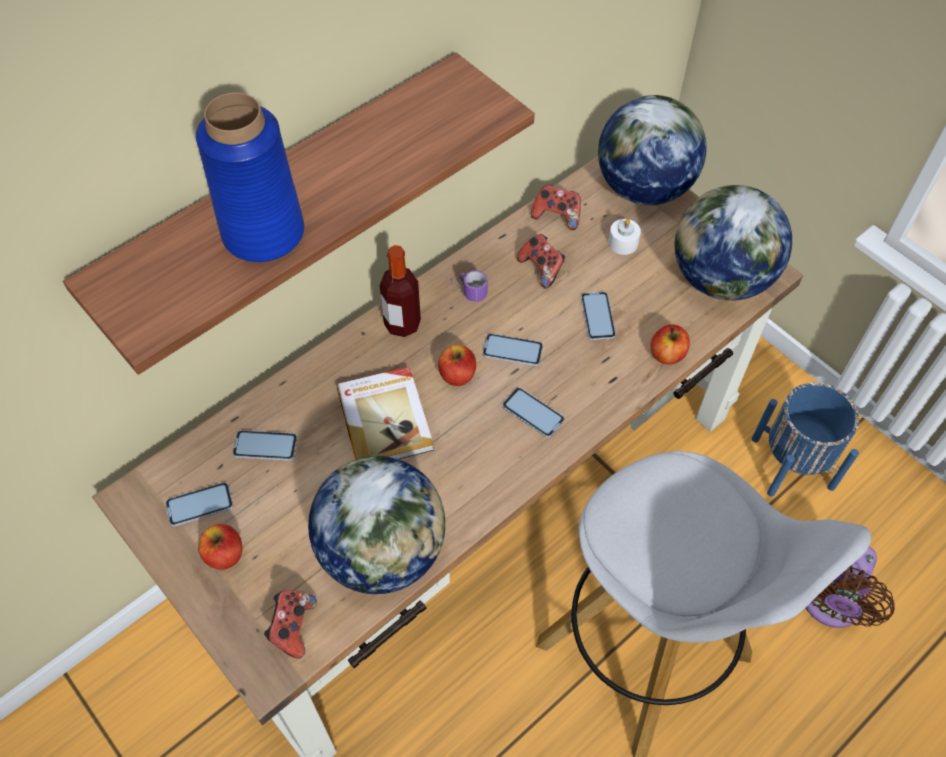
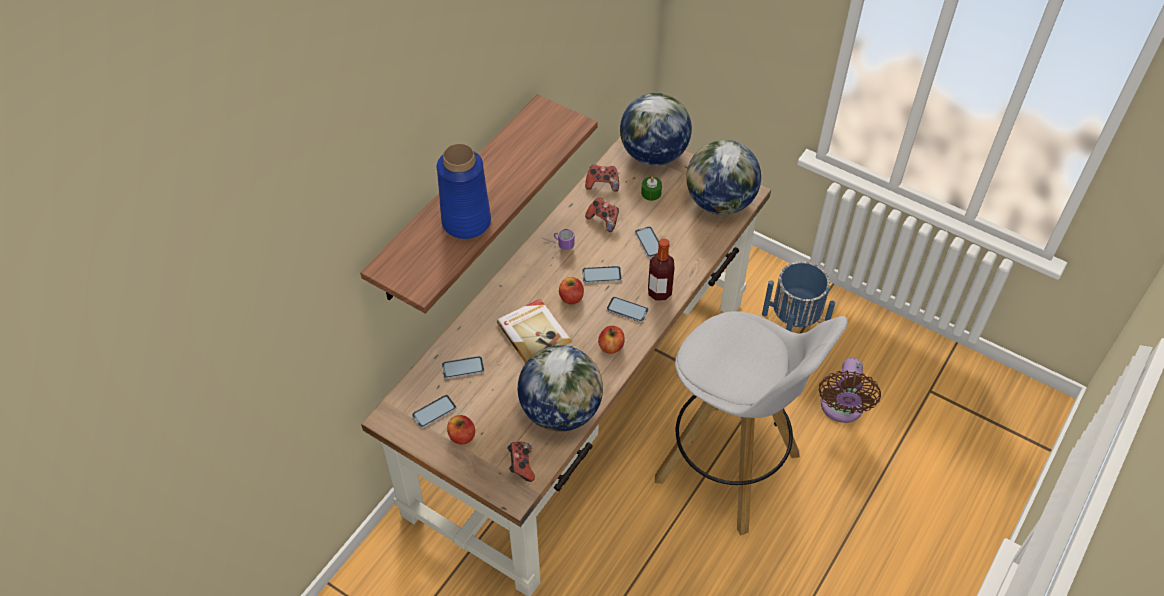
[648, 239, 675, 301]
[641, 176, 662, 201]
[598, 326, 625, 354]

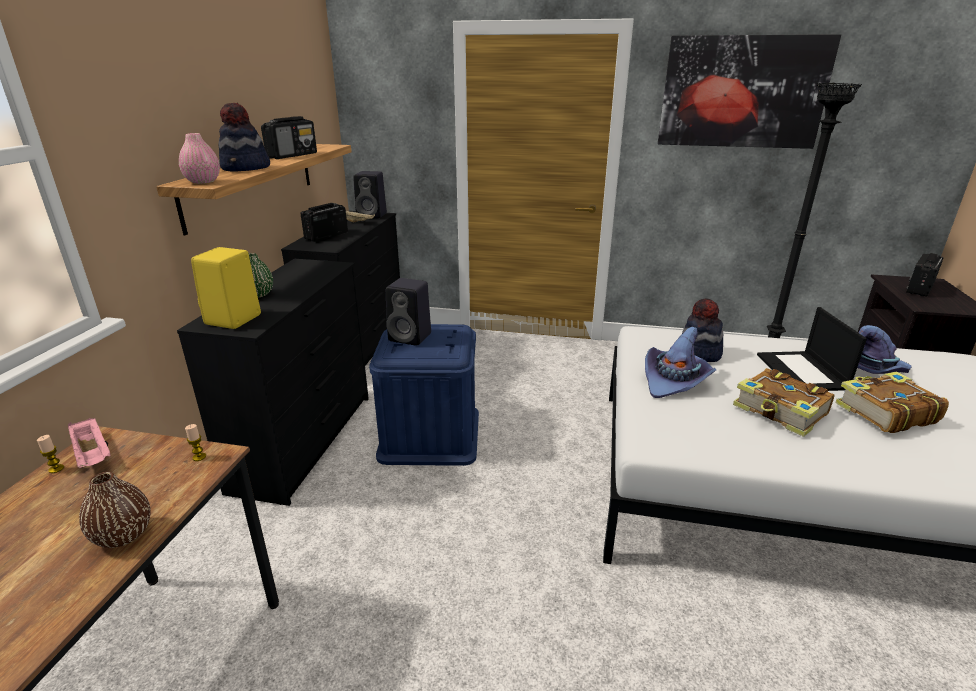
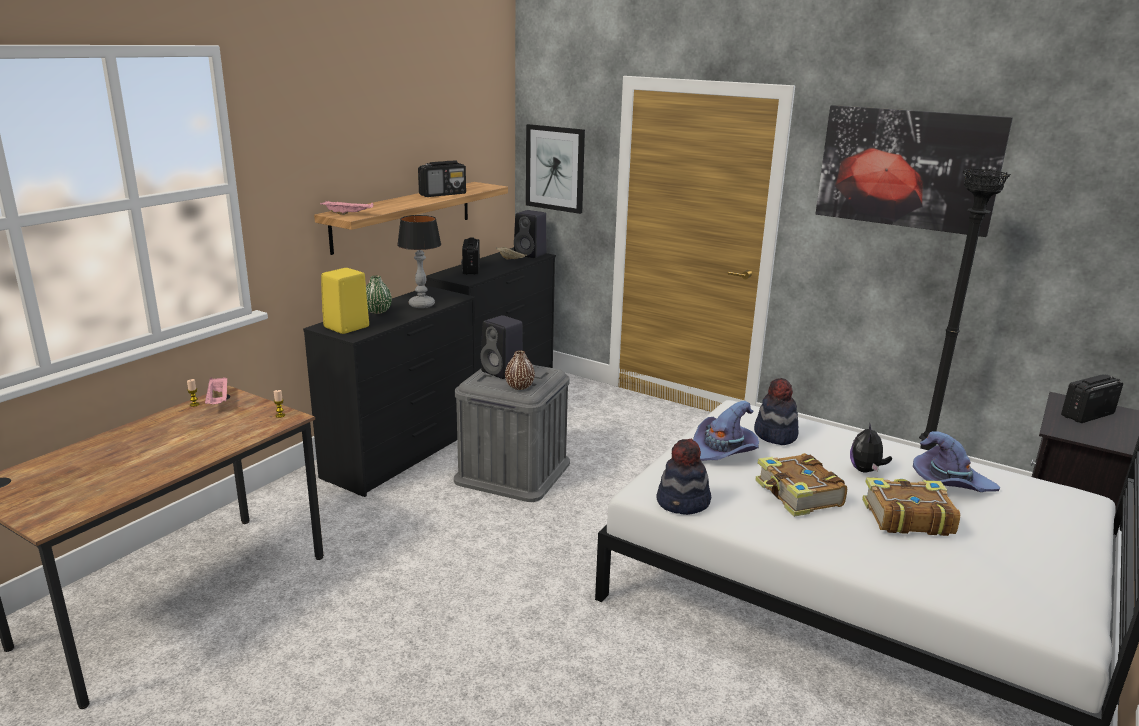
[505, 350, 535, 390]
[320, 201, 374, 215]
[657, 439, 711, 515]
[461, 237, 480, 275]
[454, 365, 570, 502]
[850, 422, 892, 473]
[397, 215, 441, 308]
[526, 124, 585, 214]

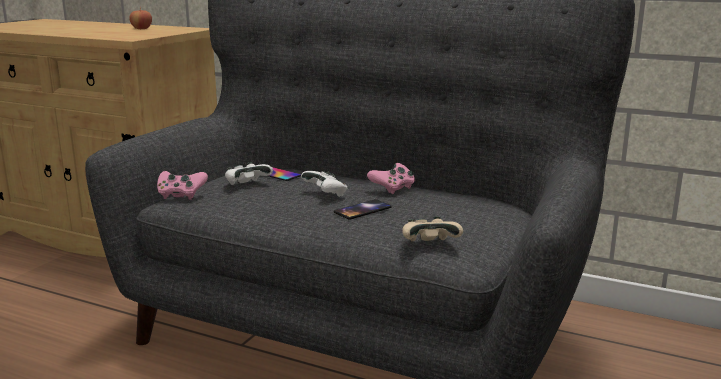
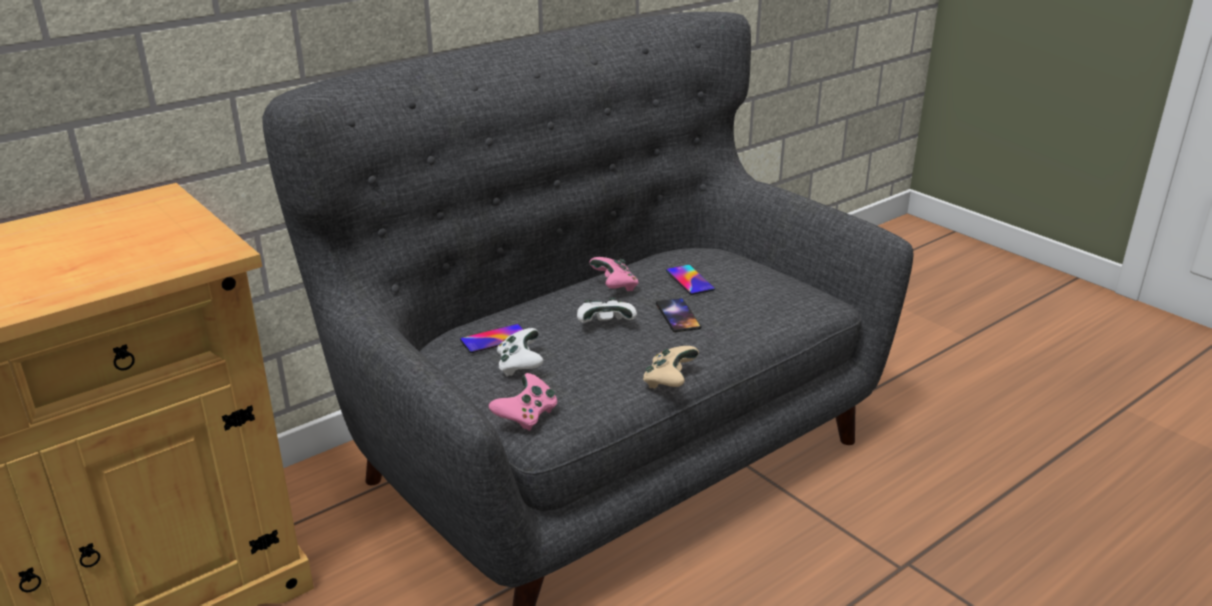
[129, 7, 152, 29] (first image)
[643, 346, 699, 389]
[666, 265, 715, 295]

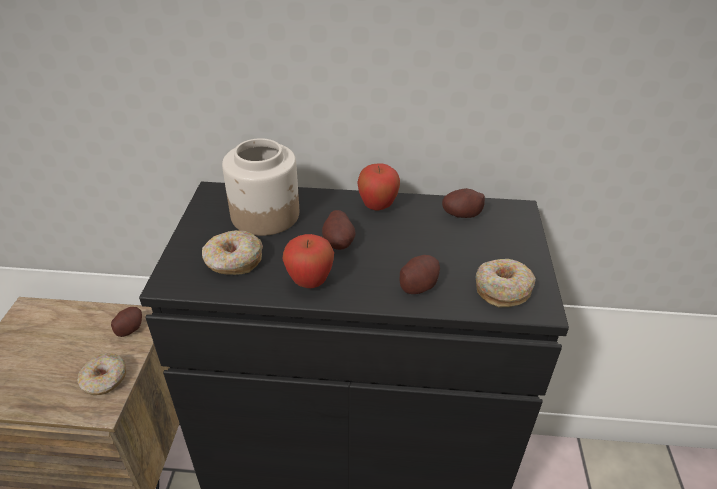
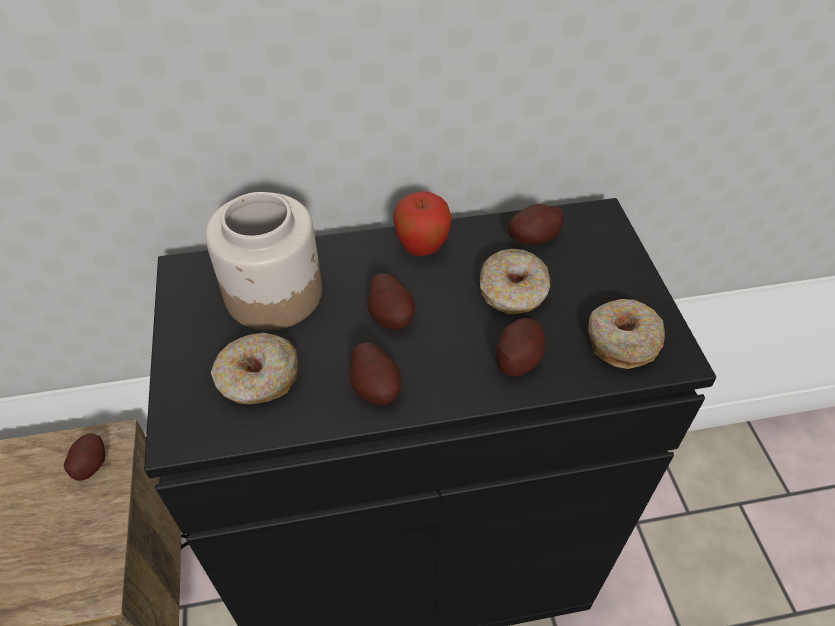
[480, 249, 550, 314]
[349, 343, 401, 405]

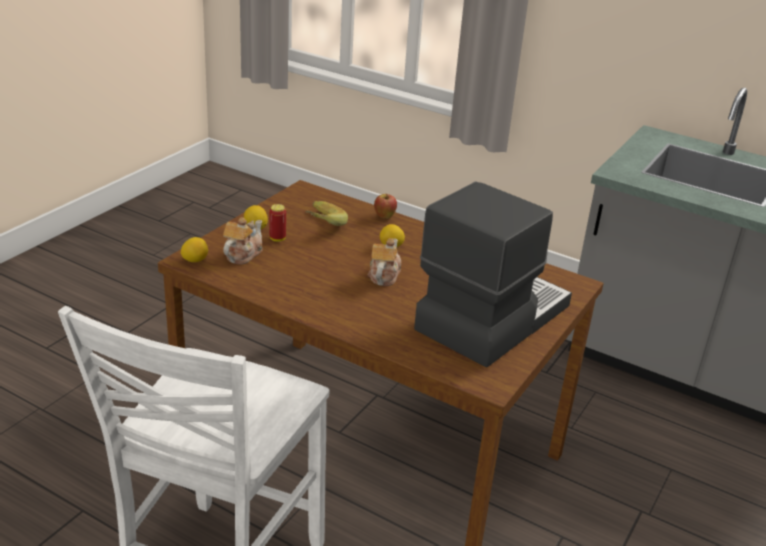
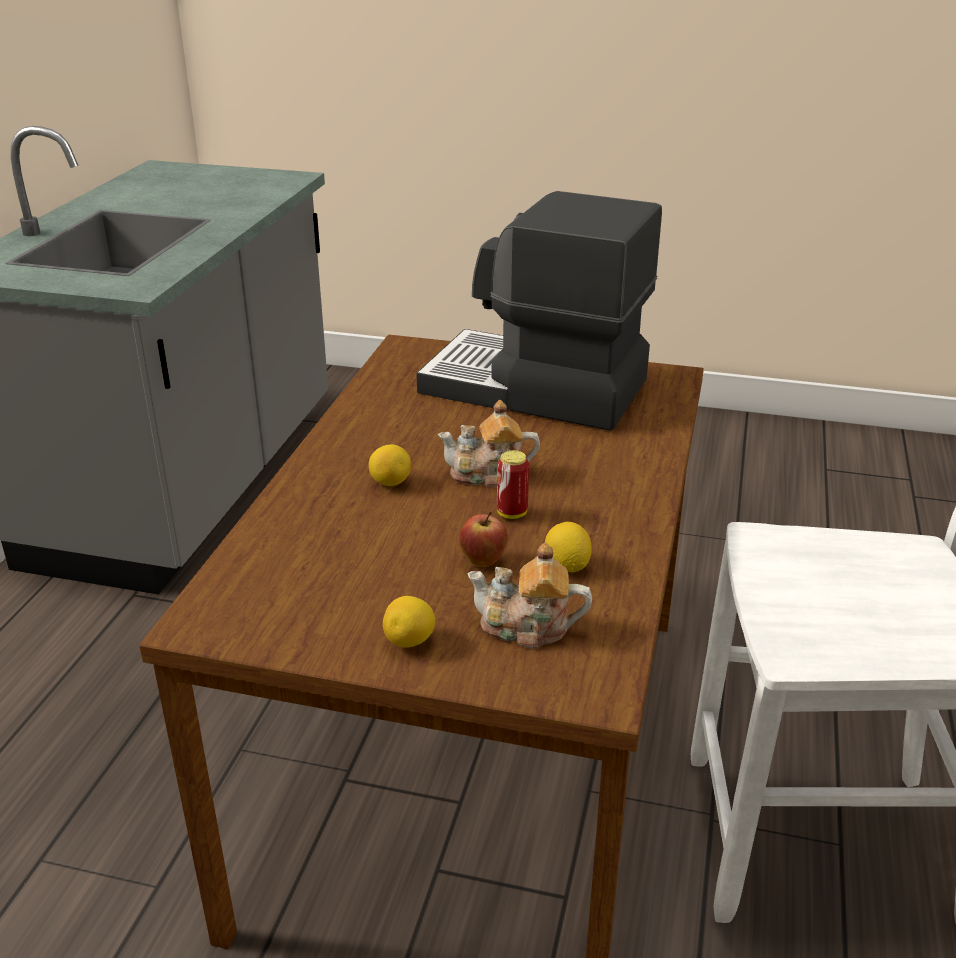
[545, 522, 592, 573]
[497, 450, 529, 519]
[305, 201, 348, 226] (first image)
[459, 512, 508, 567]

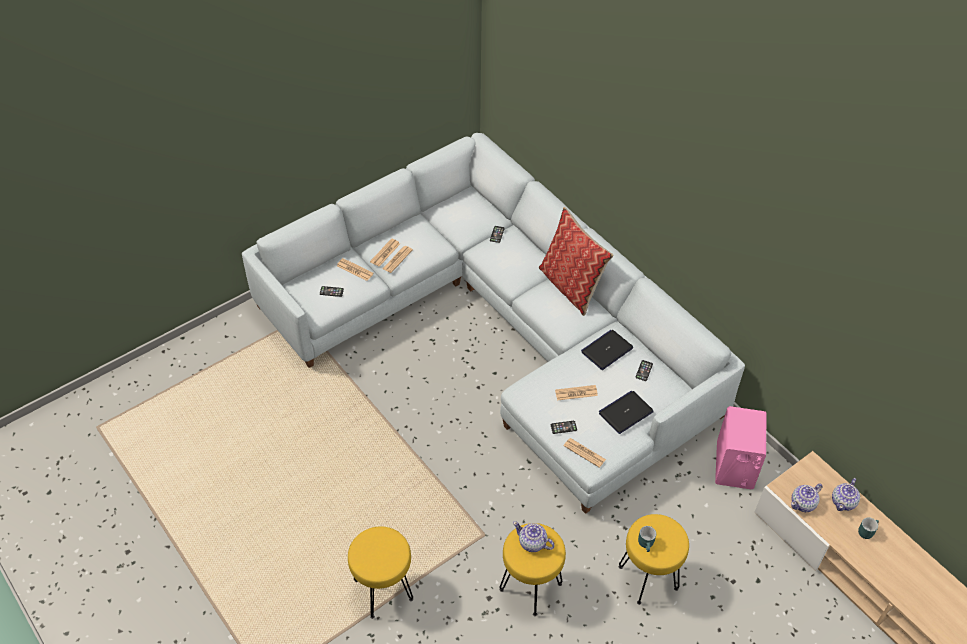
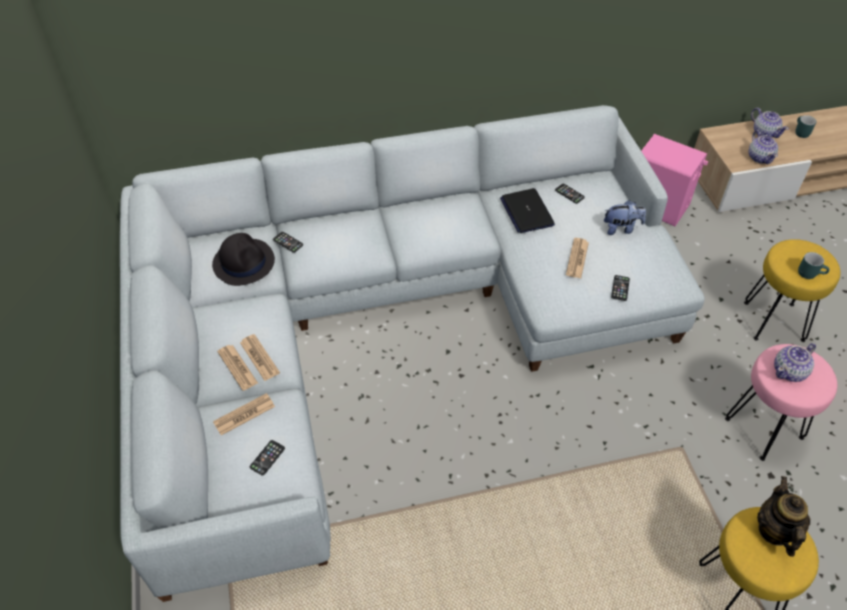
[725, 344, 837, 461]
[539, 207, 614, 316] (first image)
[564, 438, 606, 468] (first image)
[604, 200, 646, 235]
[212, 233, 275, 286]
[757, 476, 810, 557]

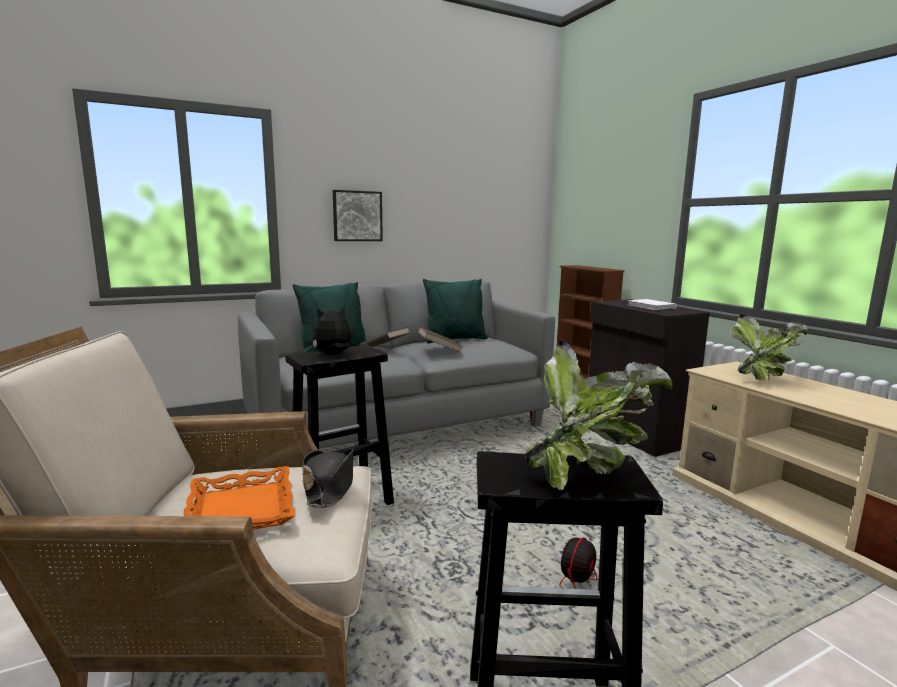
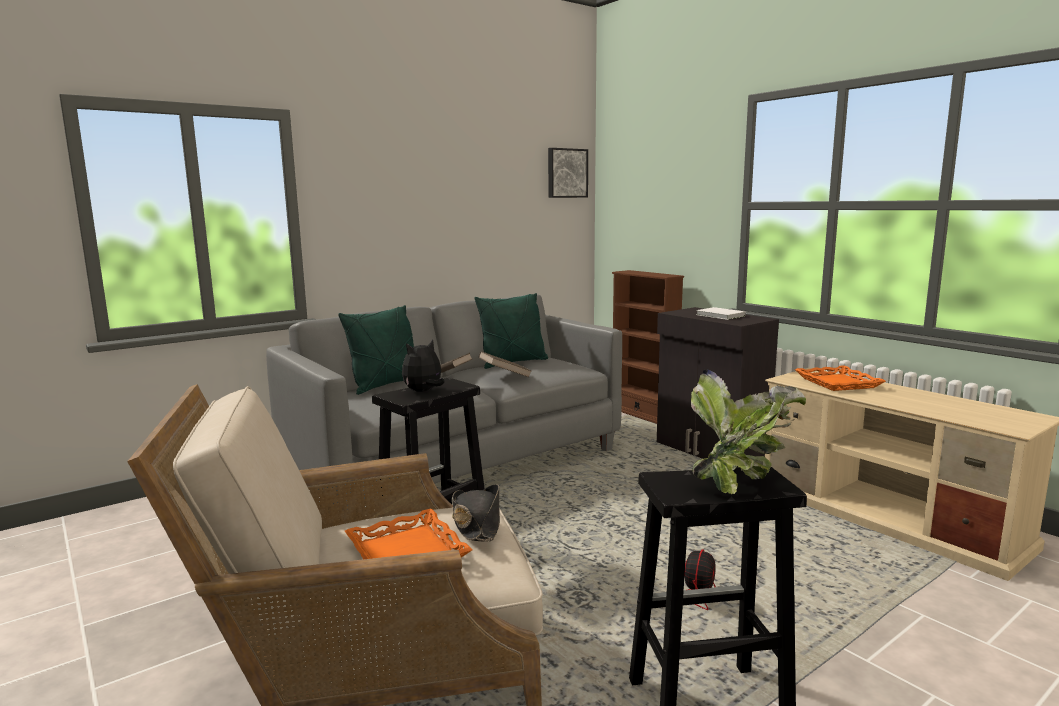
[548, 148, 588, 198]
[795, 365, 886, 391]

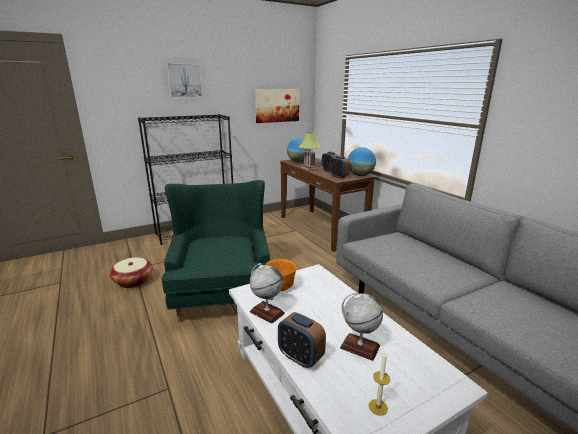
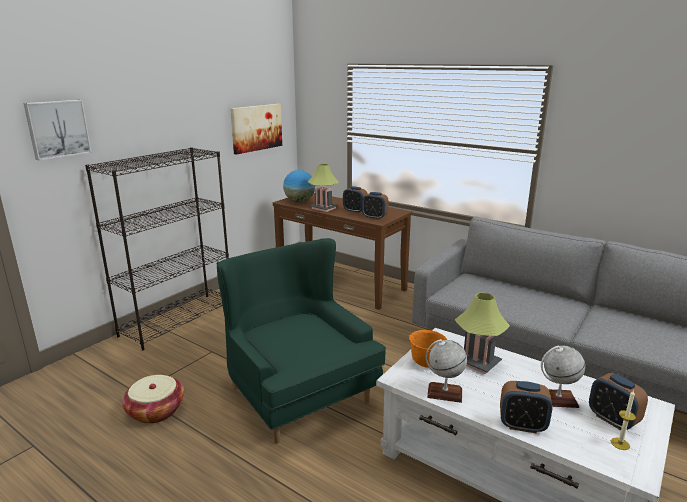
[23, 100, 92, 160]
[348, 147, 376, 176] (first image)
[455, 293, 510, 374]
[589, 373, 648, 430]

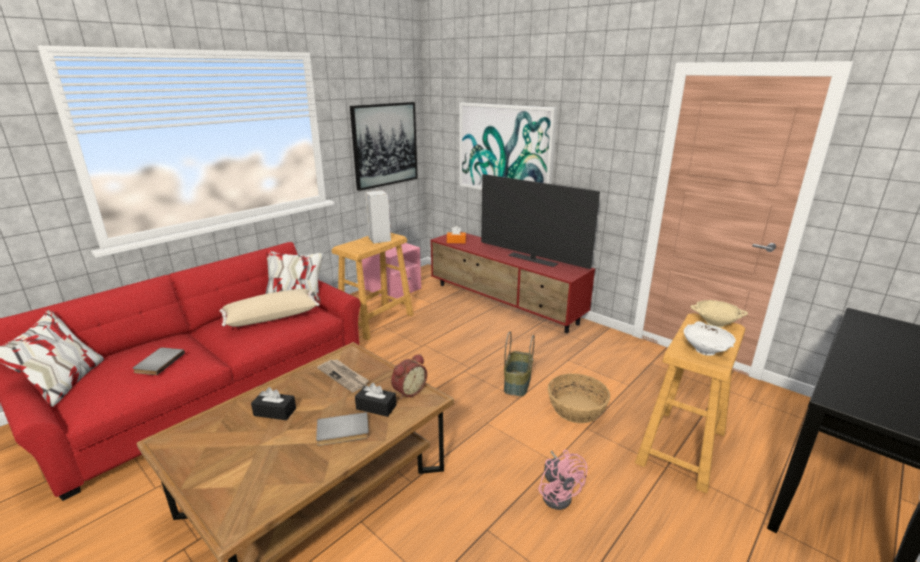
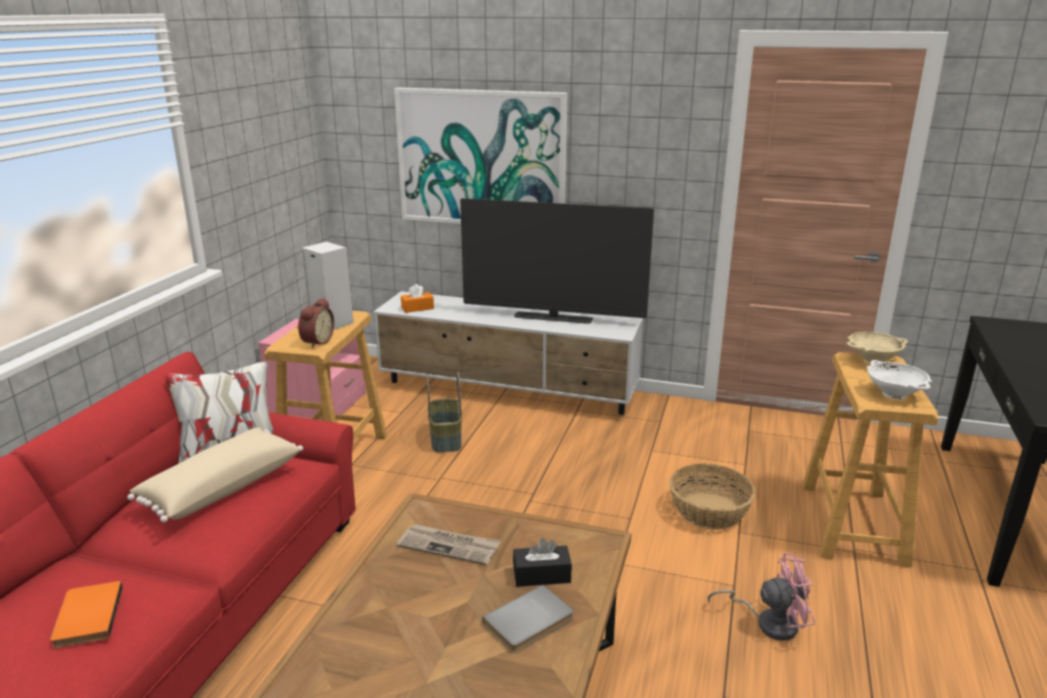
[50, 581, 123, 648]
[251, 387, 296, 420] (first image)
[350, 102, 418, 191] (first image)
[298, 298, 334, 348]
[374, 291, 644, 415]
[427, 372, 462, 453]
[708, 553, 815, 641]

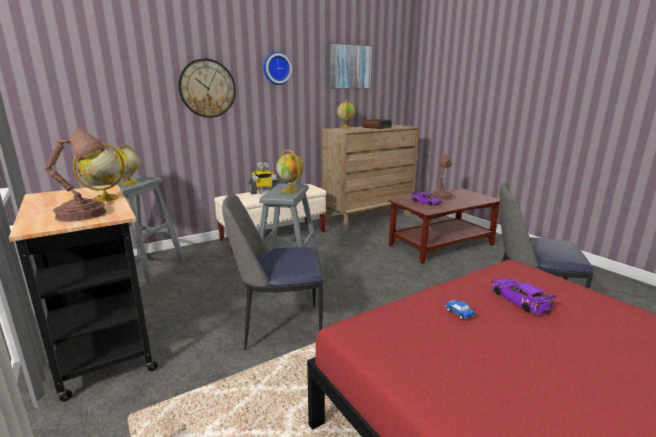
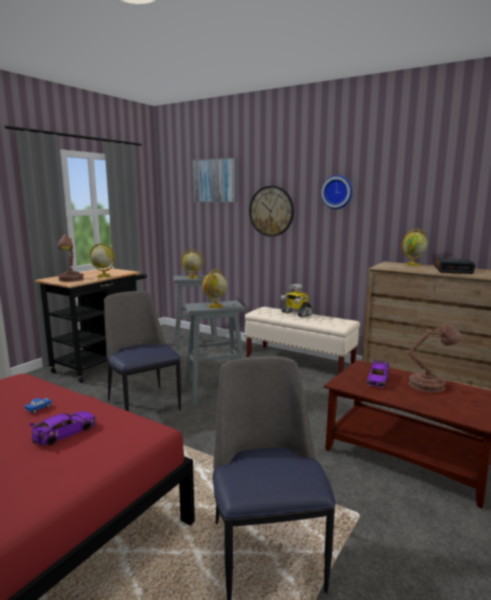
[192, 158, 237, 203]

